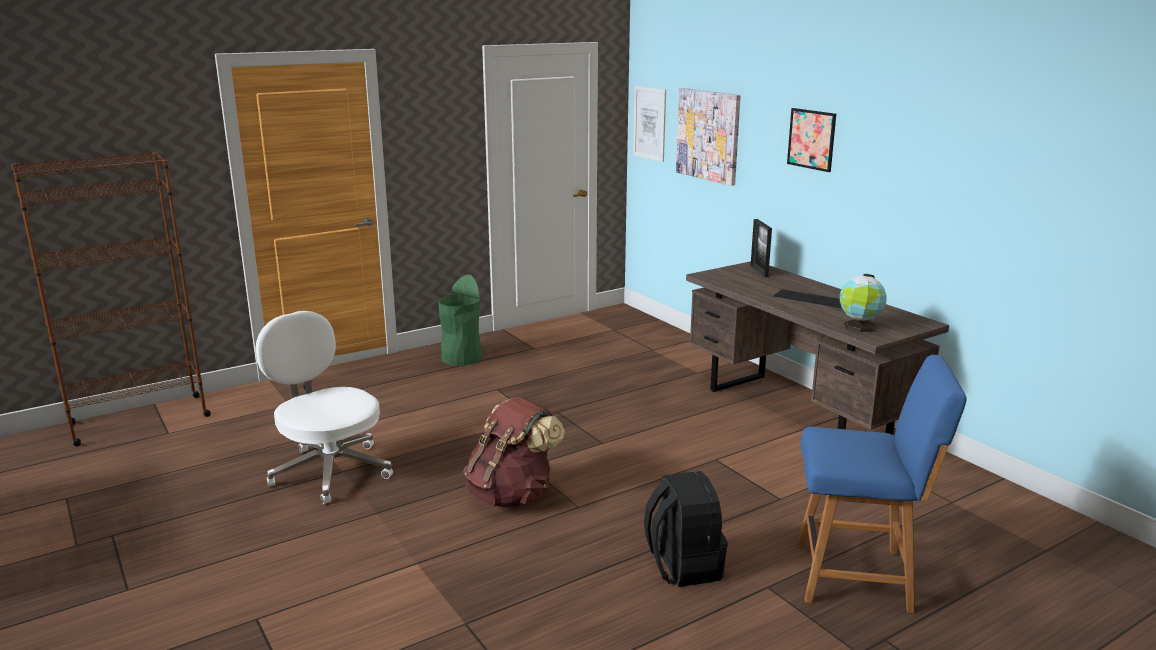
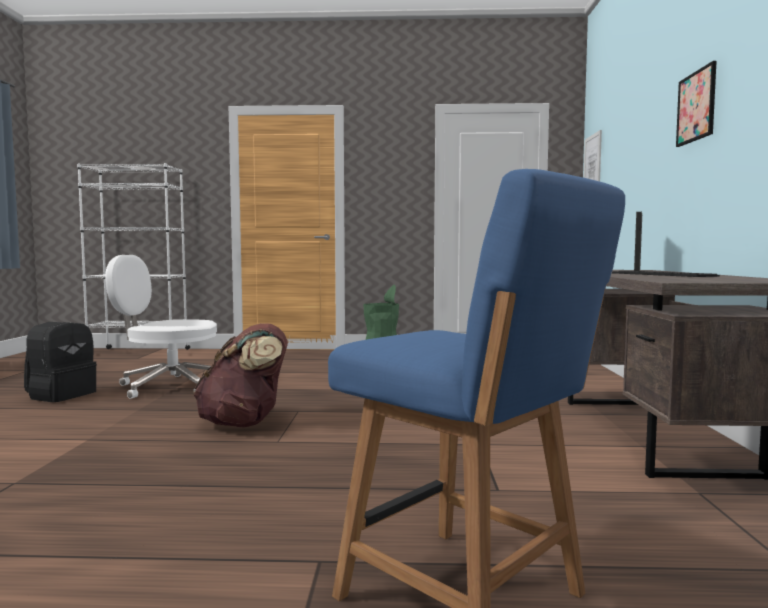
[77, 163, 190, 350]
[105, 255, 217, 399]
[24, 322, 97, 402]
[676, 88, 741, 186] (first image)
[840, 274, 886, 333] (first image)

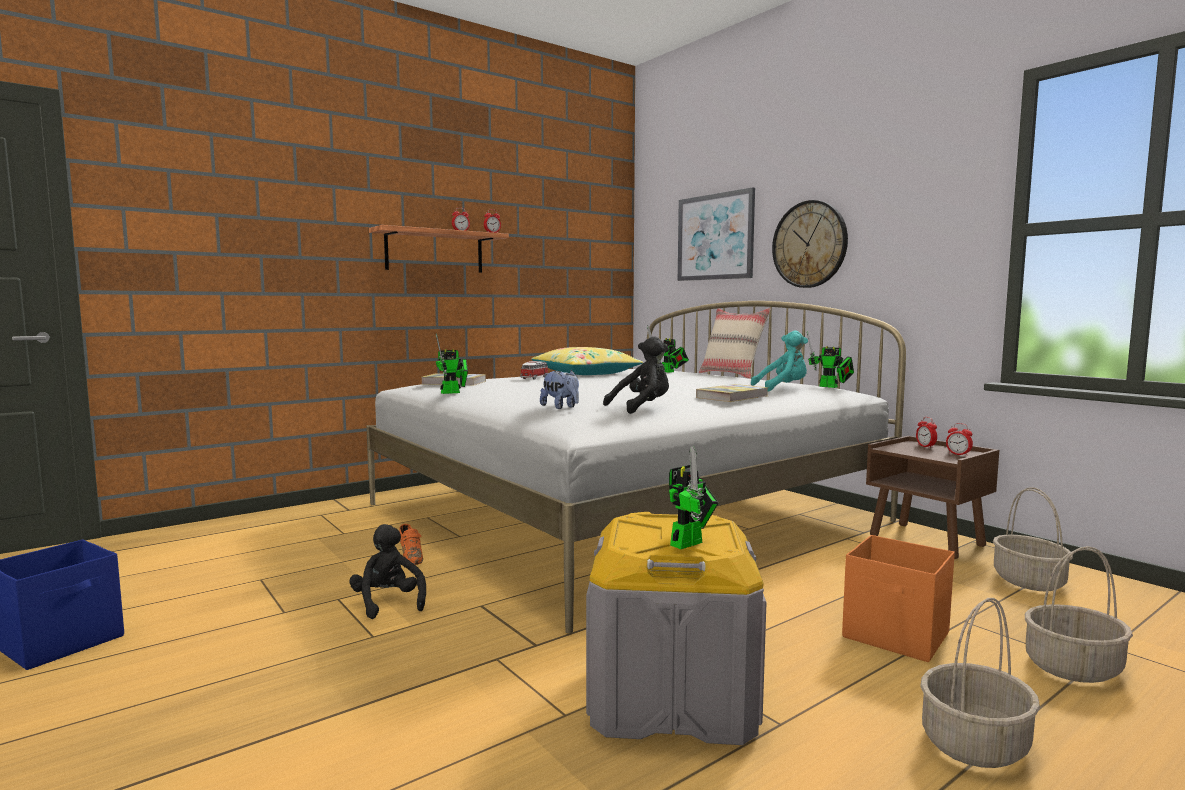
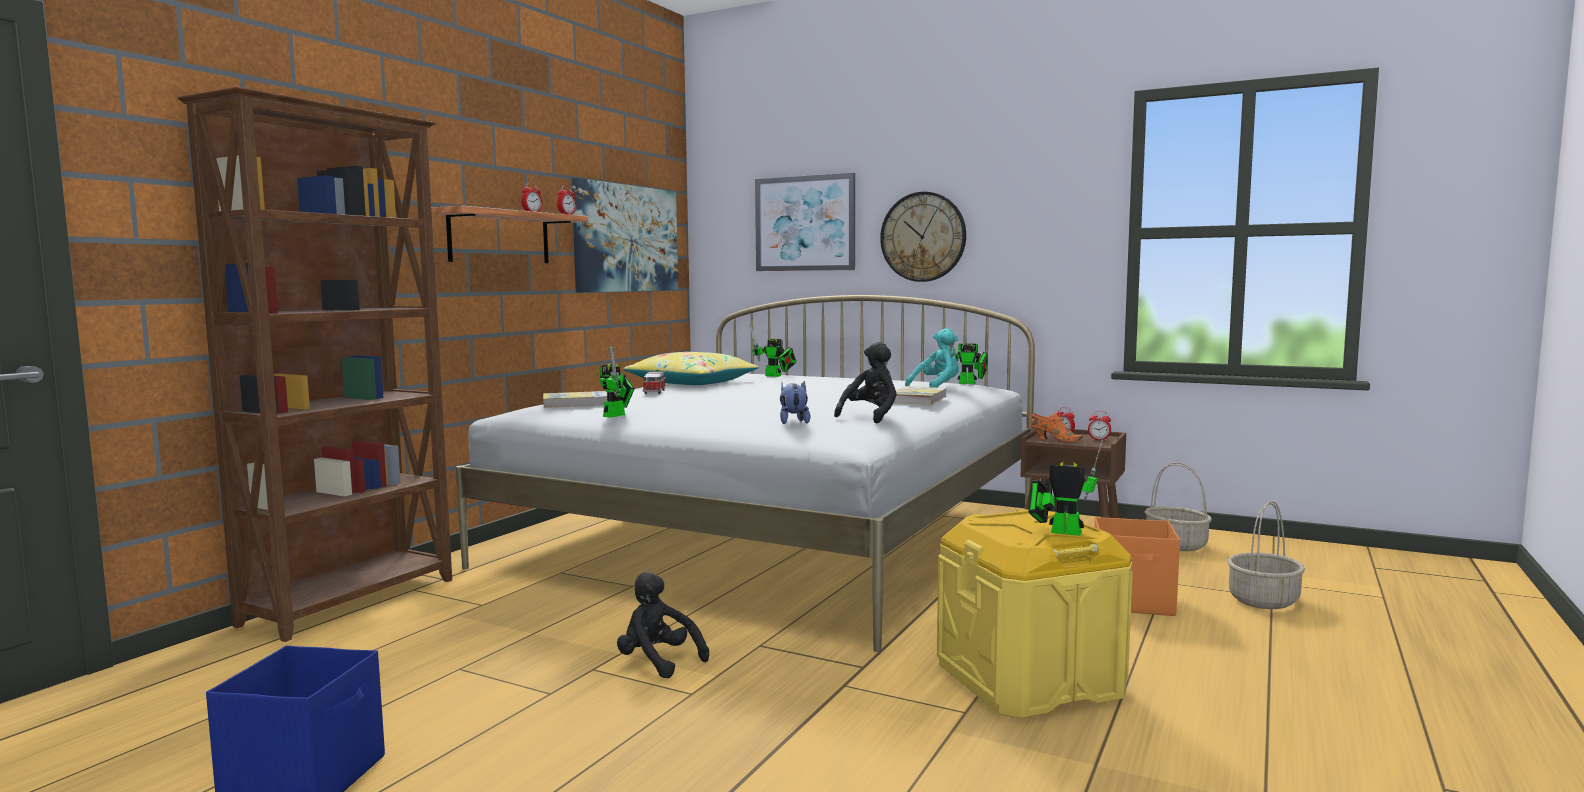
[1030, 413, 1083, 442]
[780, 381, 810, 424]
[937, 510, 1133, 718]
[1028, 432, 1105, 536]
[699, 308, 771, 379] (first image)
[920, 598, 1040, 768] (first image)
[177, 87, 452, 642]
[572, 178, 678, 292]

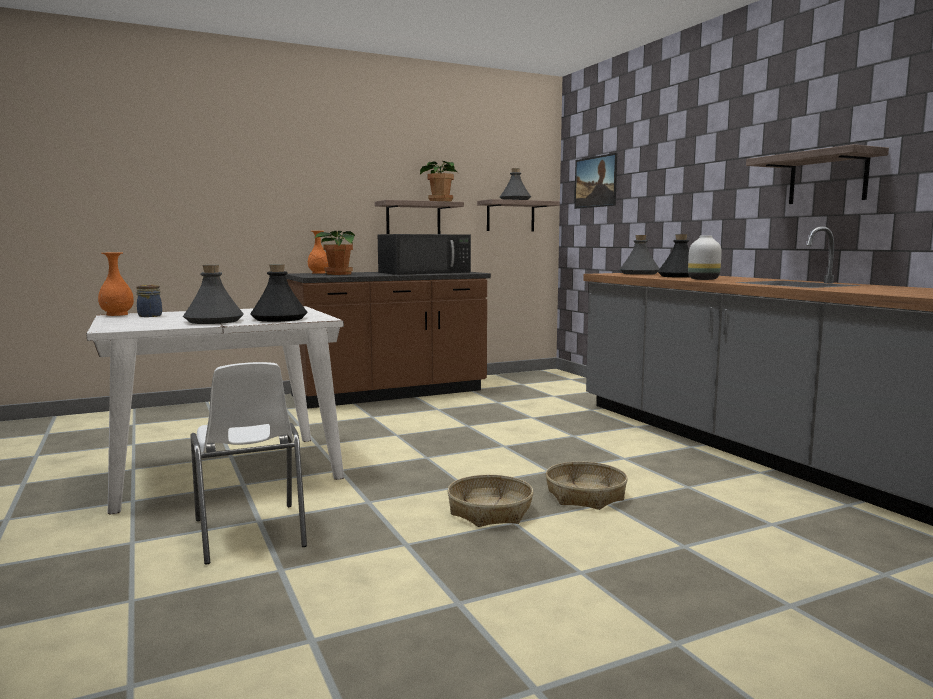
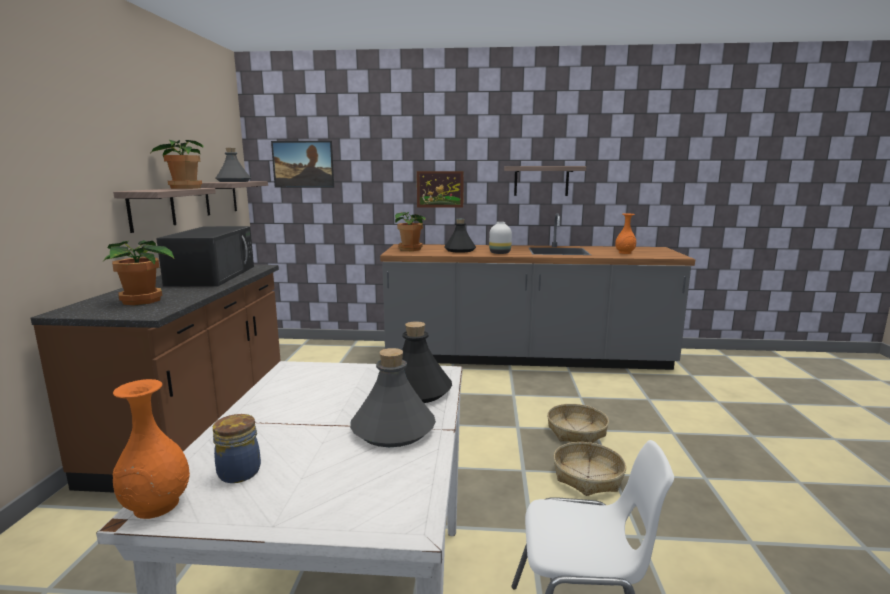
[615, 213, 636, 254]
[395, 212, 426, 251]
[417, 171, 464, 208]

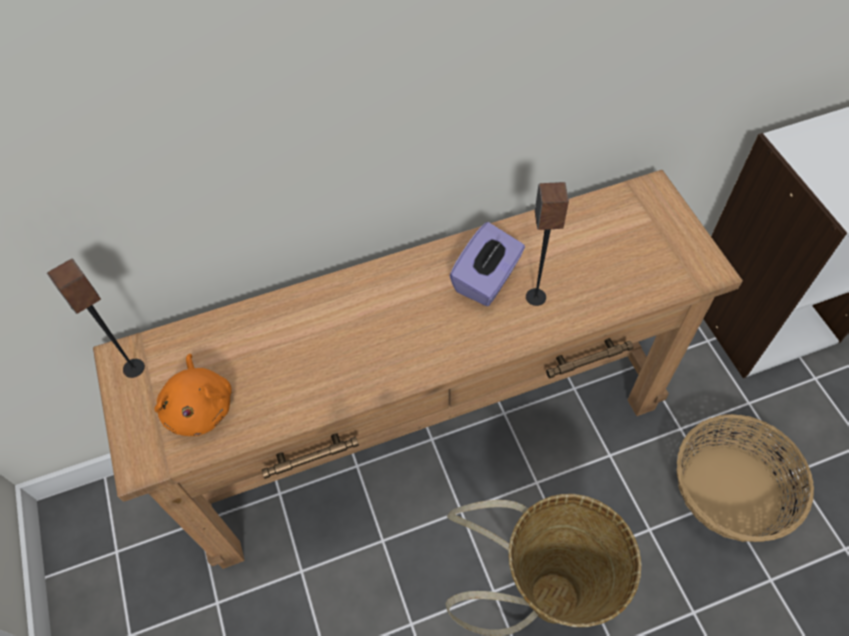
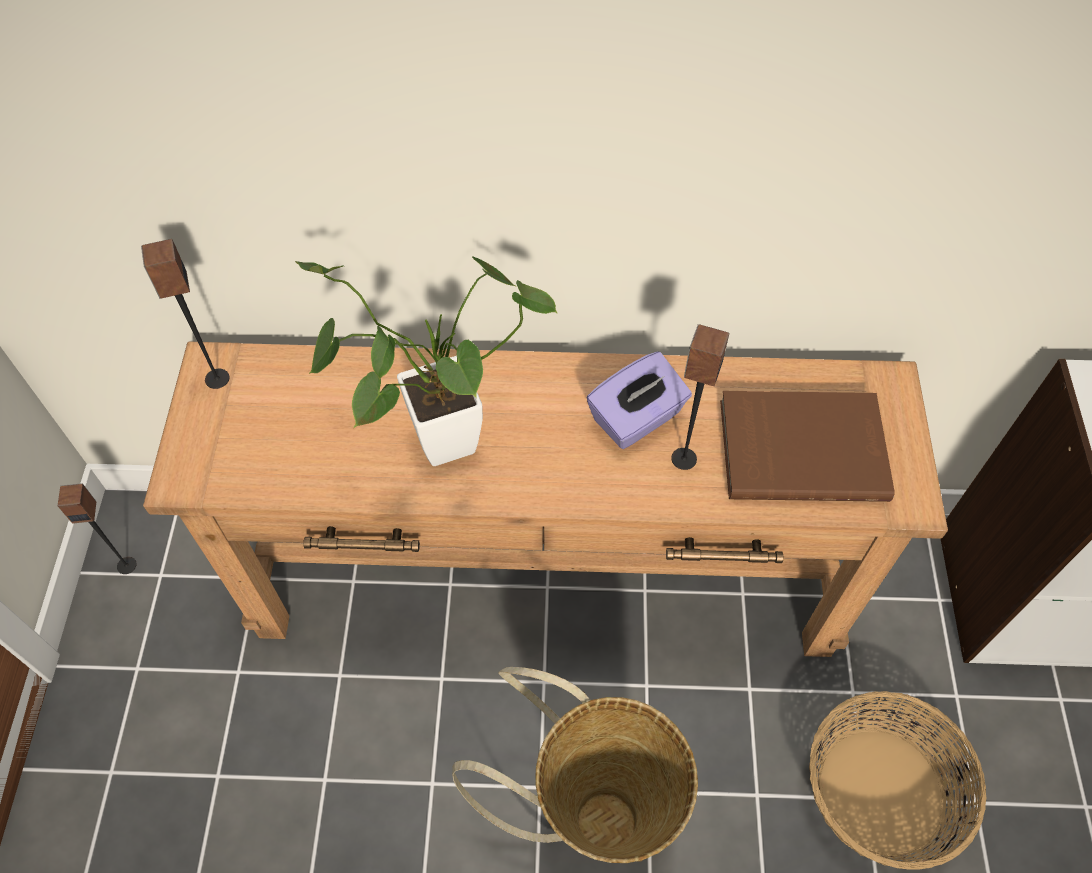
[154, 354, 232, 436] (first image)
[58, 483, 137, 574]
[295, 256, 558, 466]
[720, 391, 895, 502]

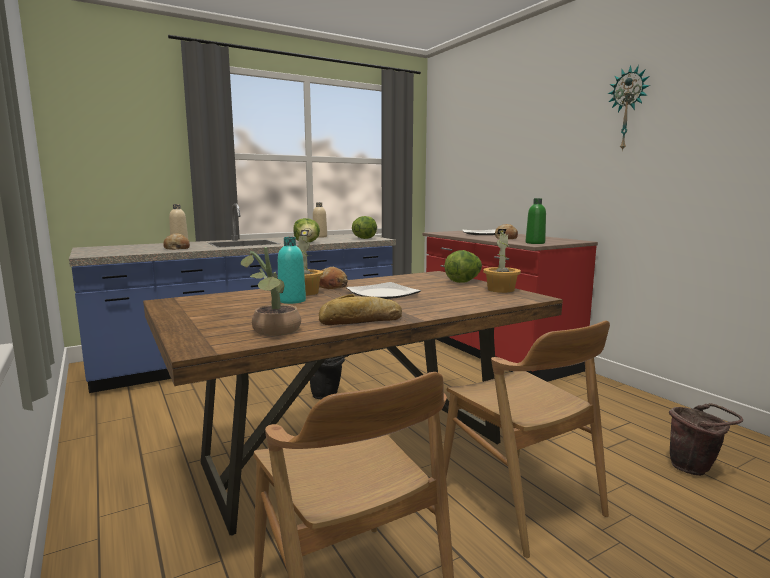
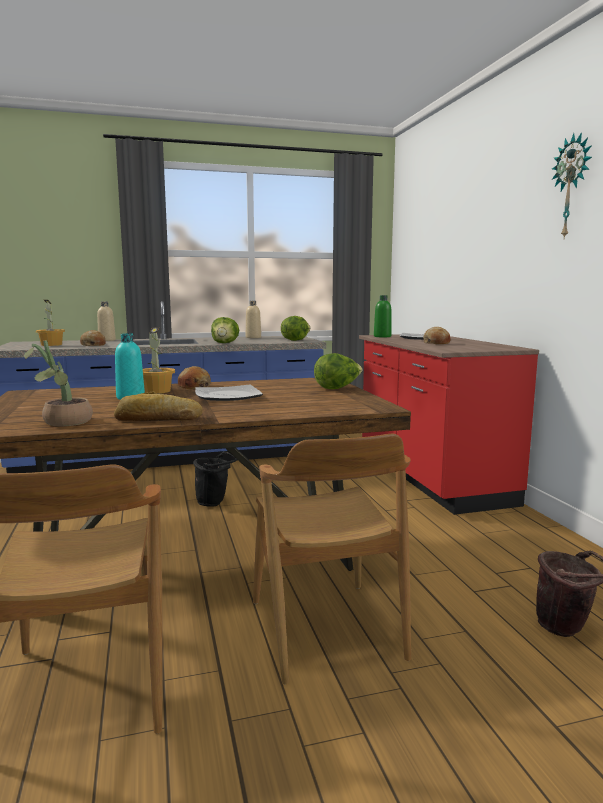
[36, 300, 65, 346]
[374, 295, 391, 337]

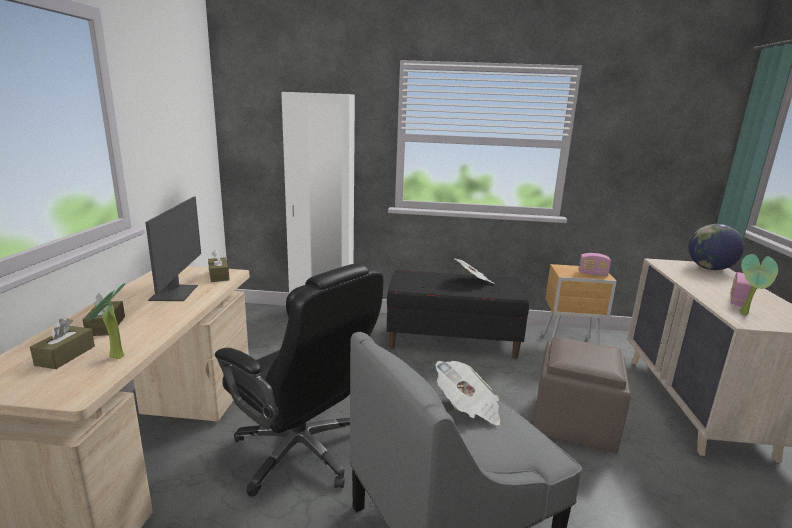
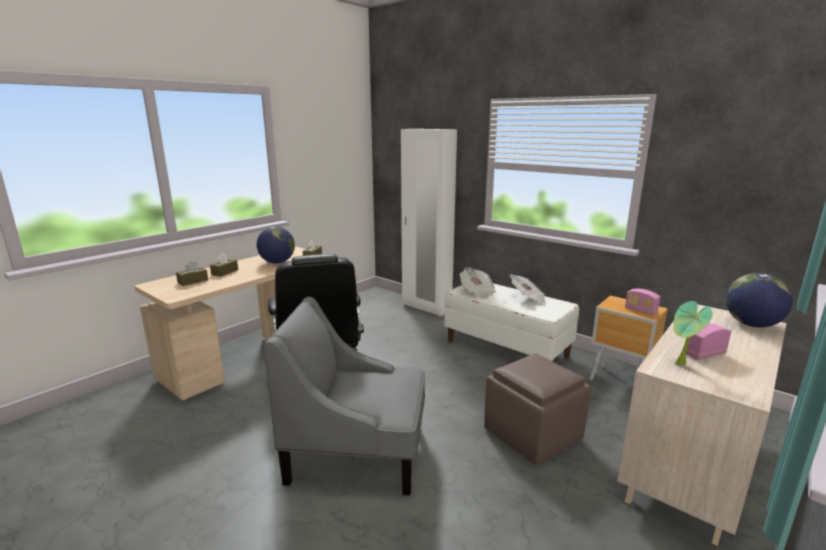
[86, 283, 125, 359] (first image)
[257, 226, 295, 264]
[444, 283, 579, 361]
[459, 267, 496, 299]

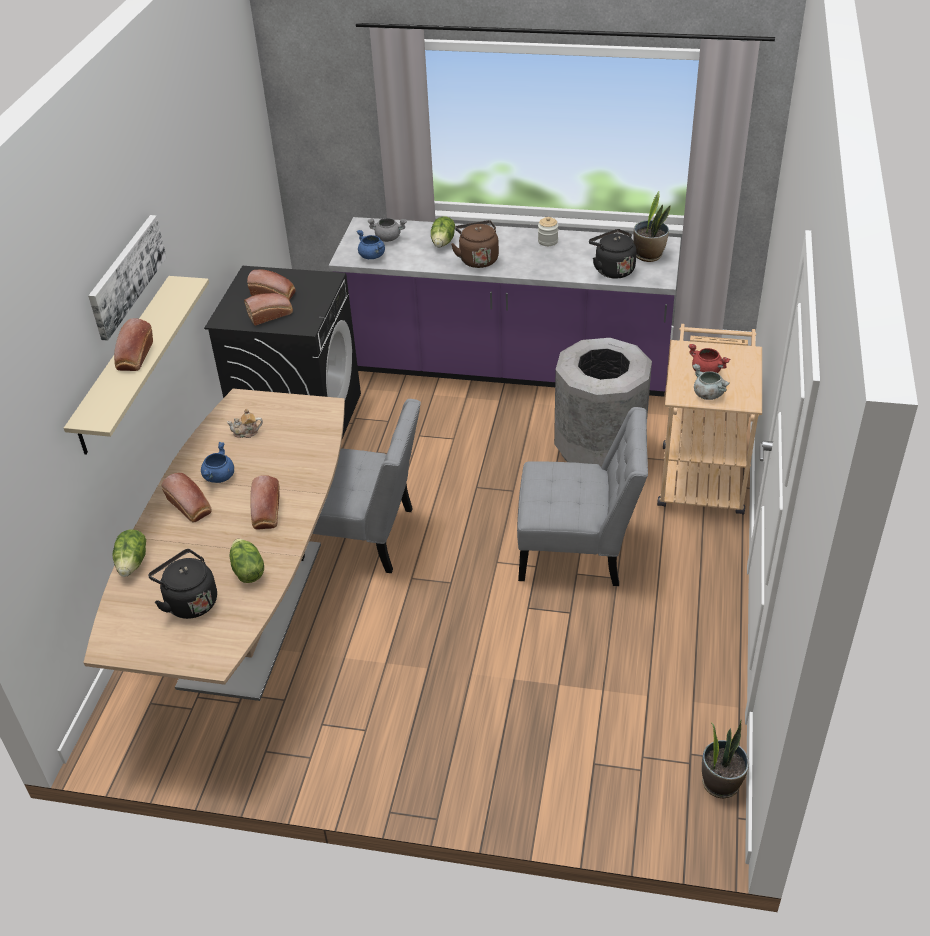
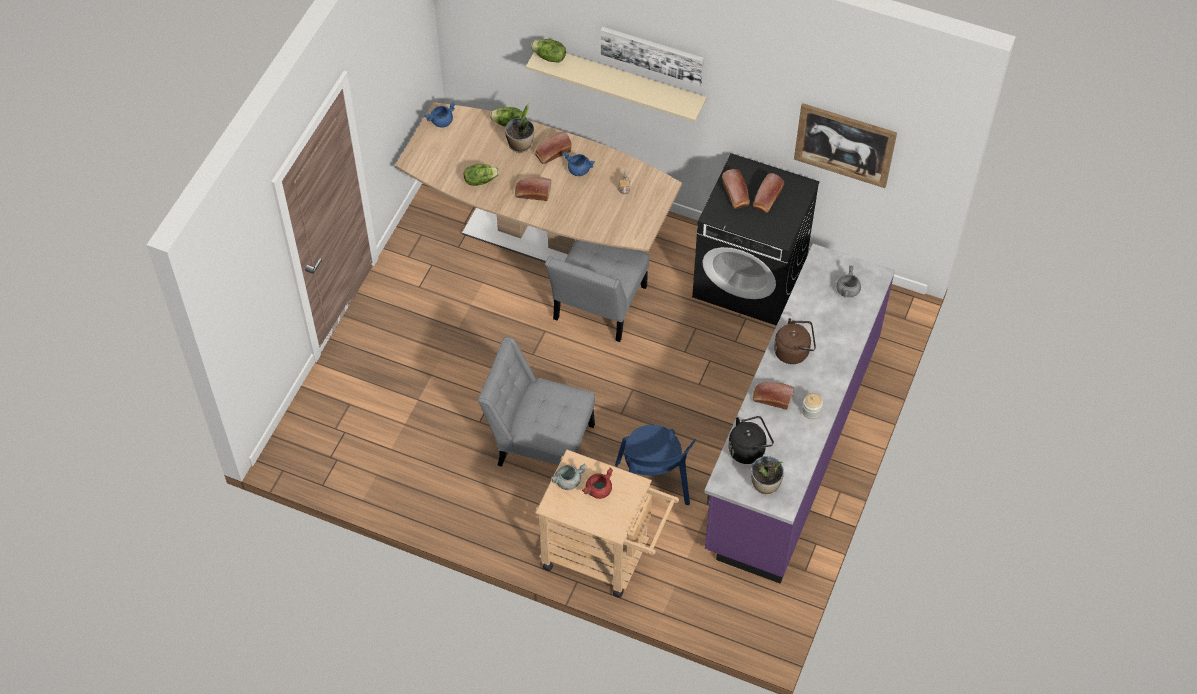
[753, 382, 795, 410]
[148, 549, 217, 619] (first image)
[424, 102, 455, 128]
[531, 39, 566, 63]
[478, 337, 595, 467]
[615, 425, 696, 505]
[505, 104, 534, 153]
[794, 103, 897, 188]

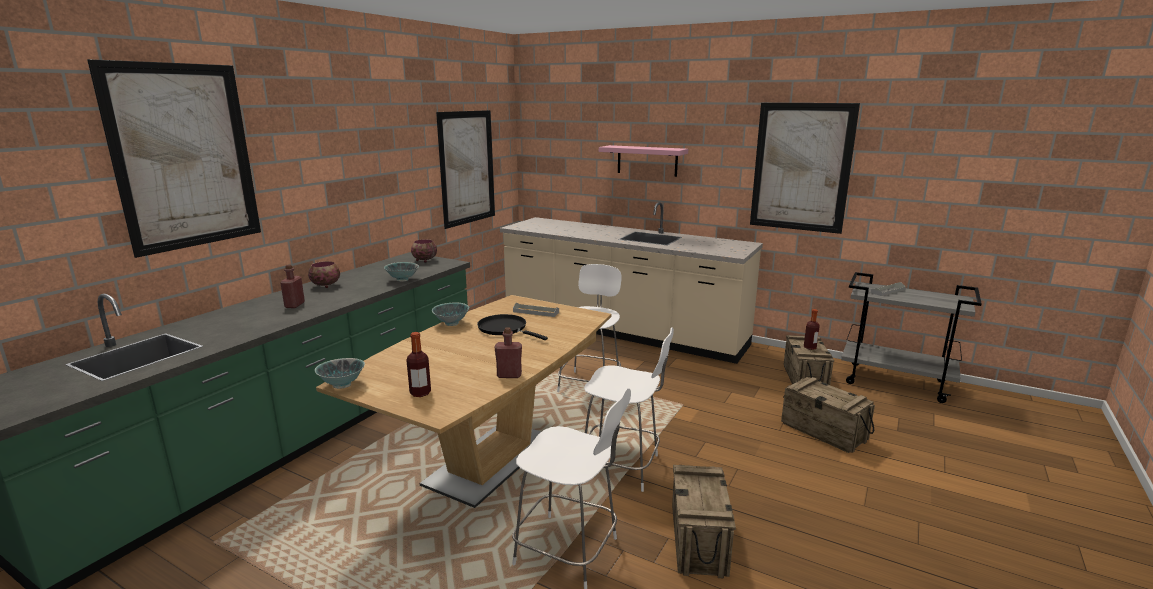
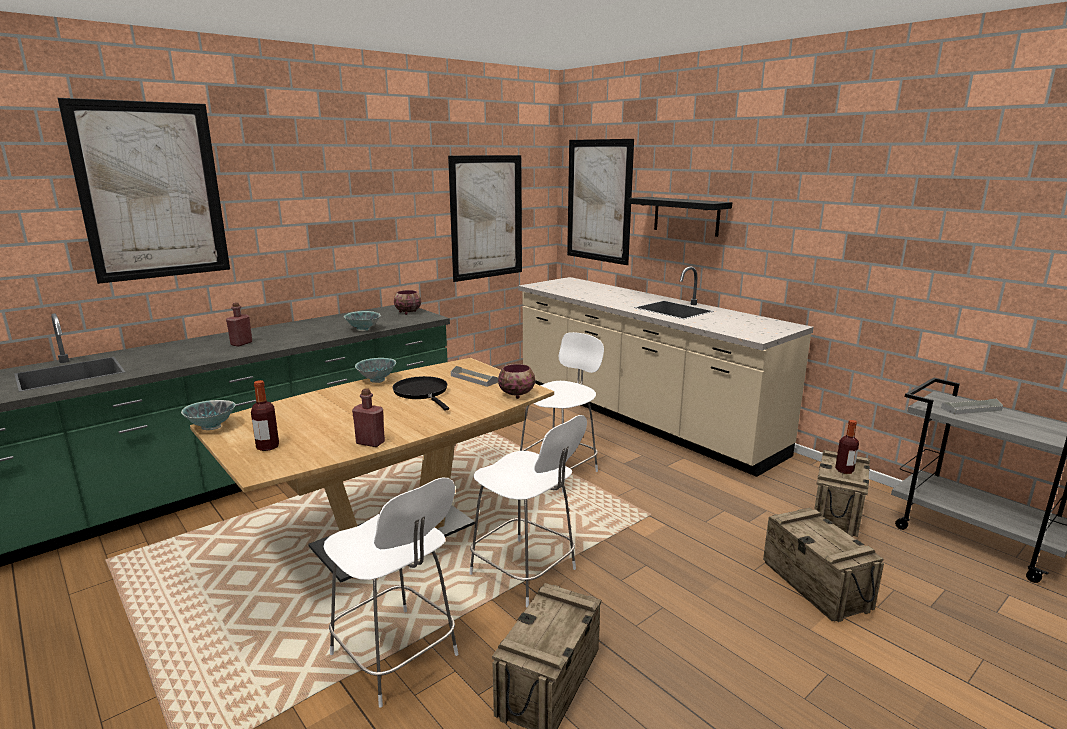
[498, 364, 535, 399]
[628, 197, 732, 237]
[567, 139, 634, 265]

